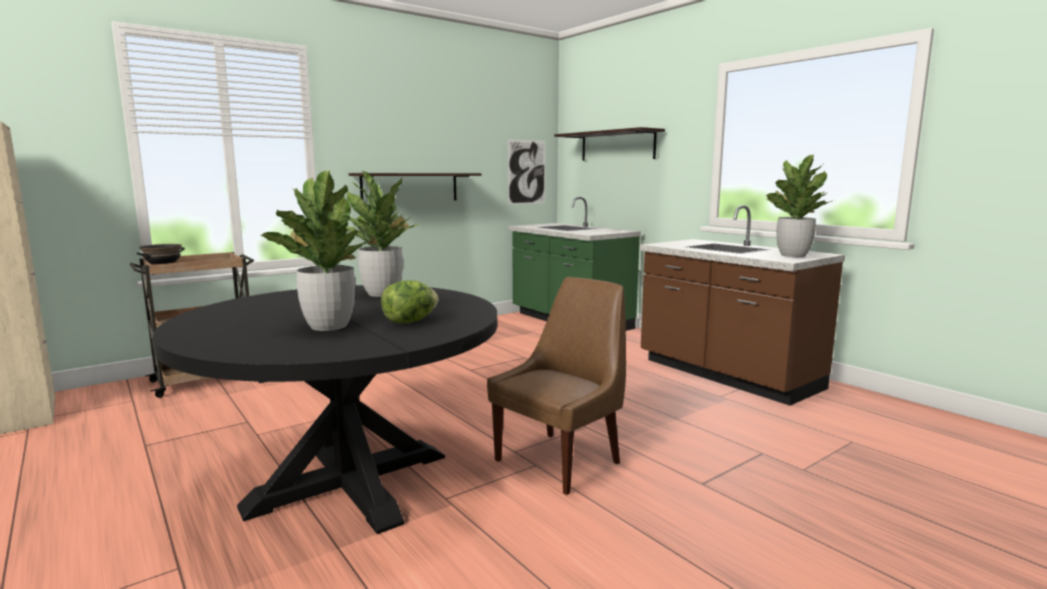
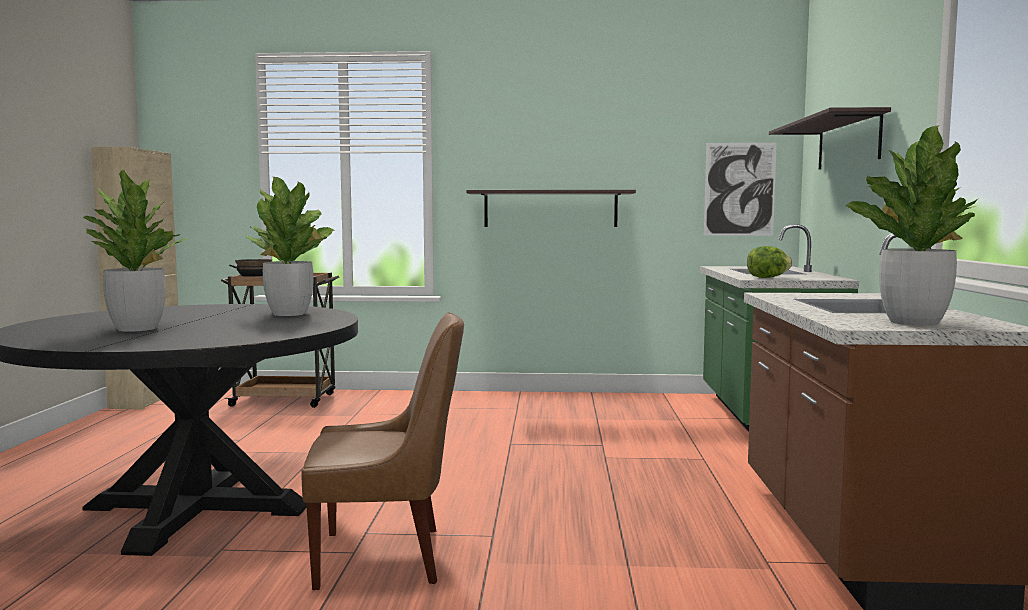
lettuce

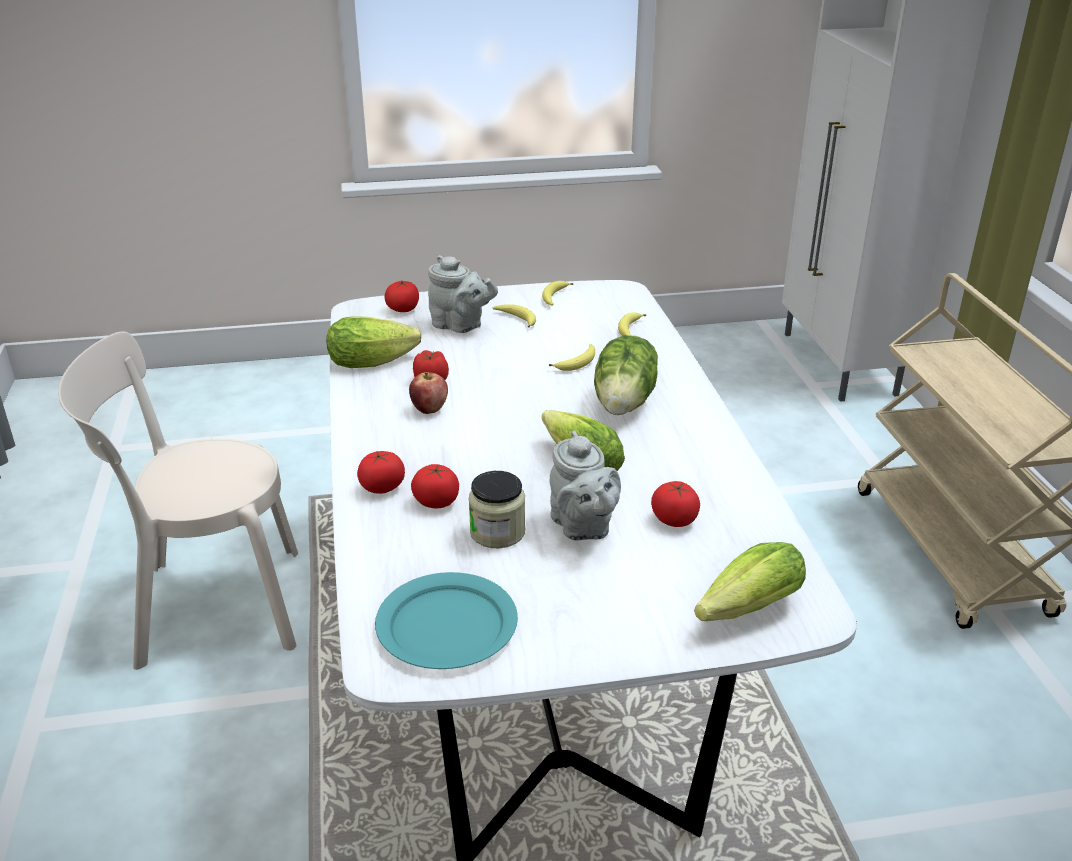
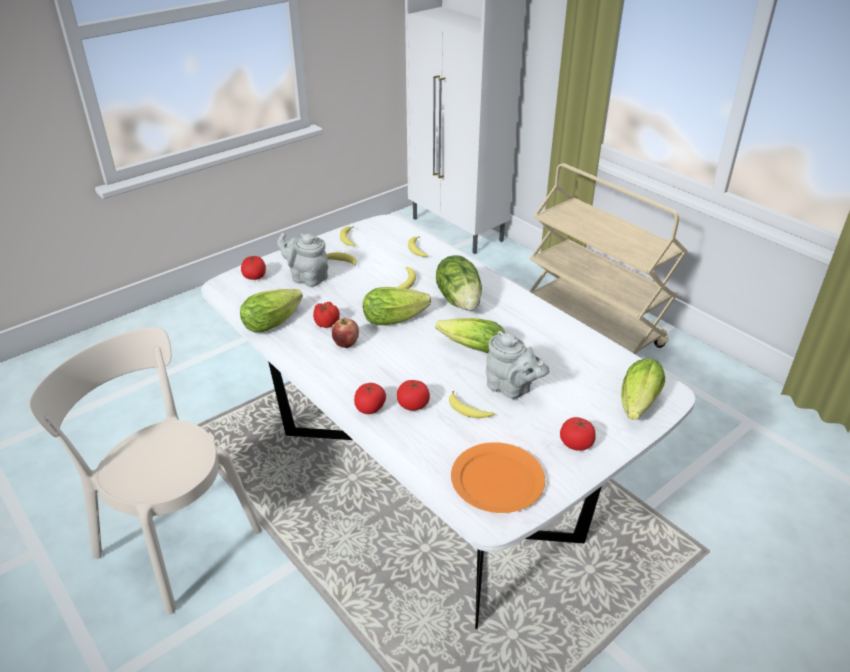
beige_chair
grey_teapot (1st from left)
lettuce (2nd from left)
banana (5th from left)
orange_plate
tomato (5th from left)

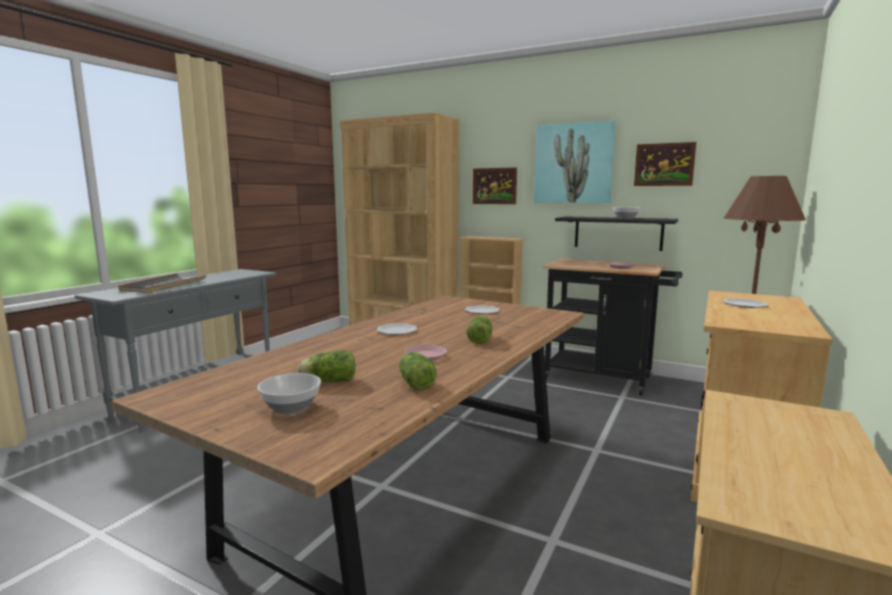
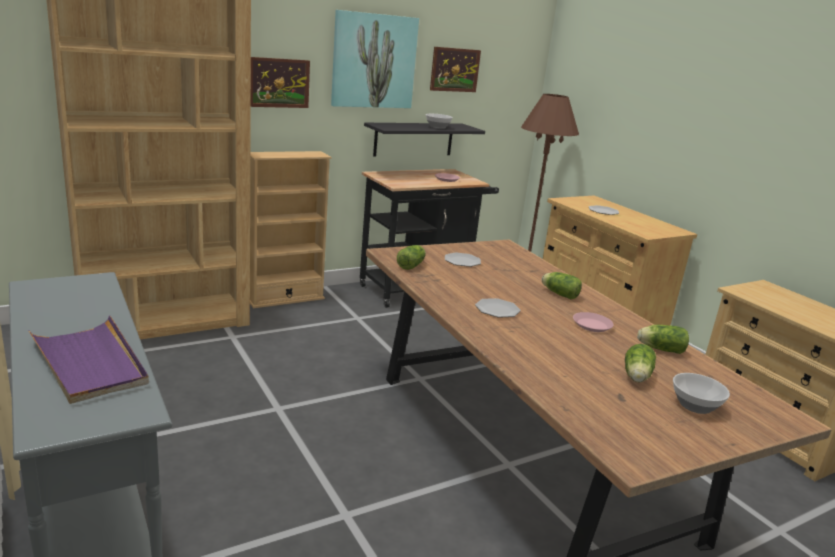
purple_tray
lettuce (1st from left)

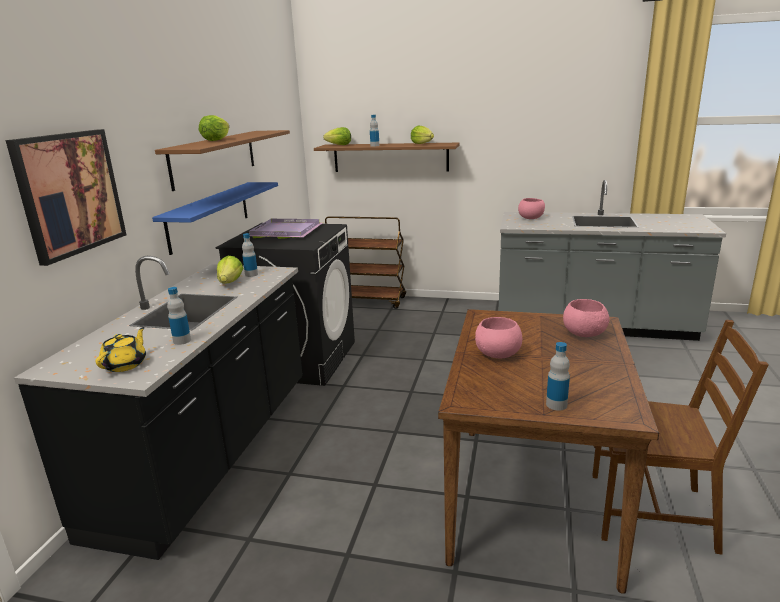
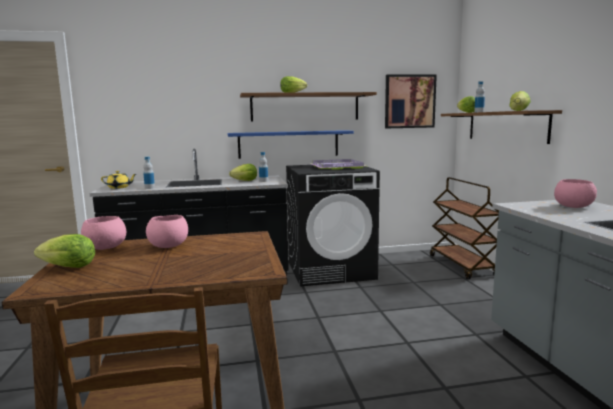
lettuce (1st from left)
pink_bowl (1st from left)
picture

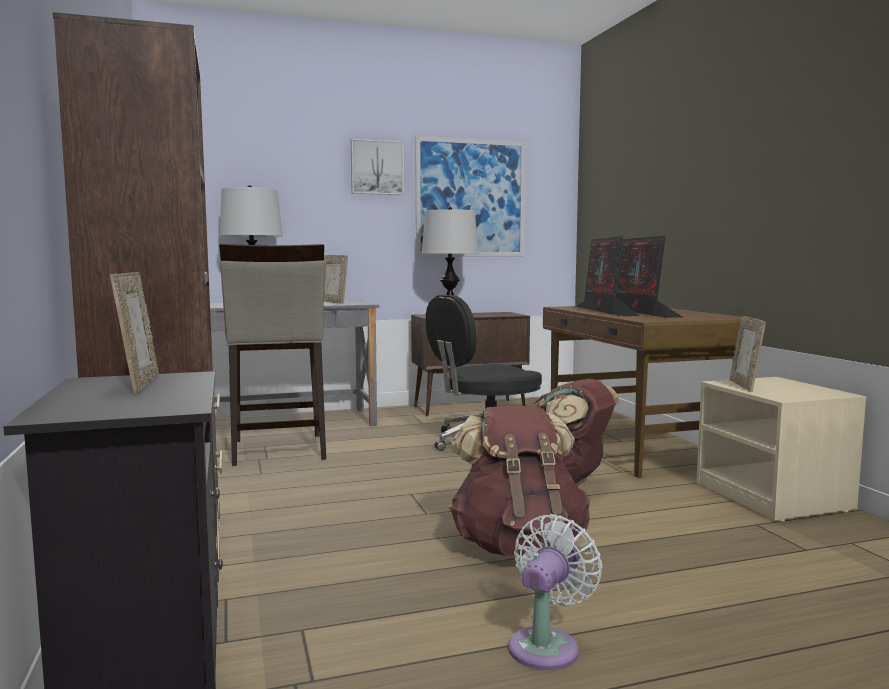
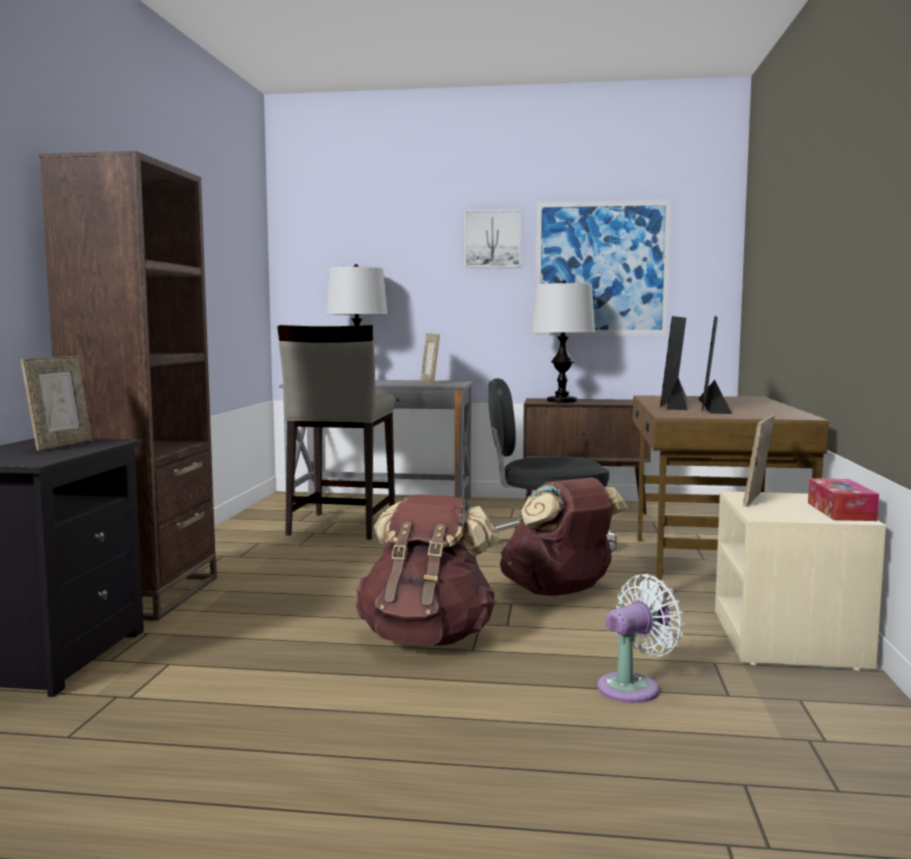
white_fan
tissue_box

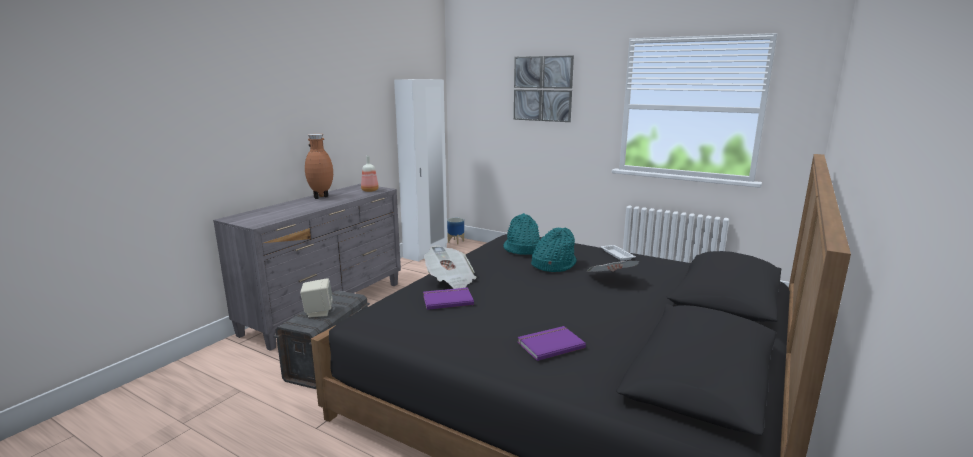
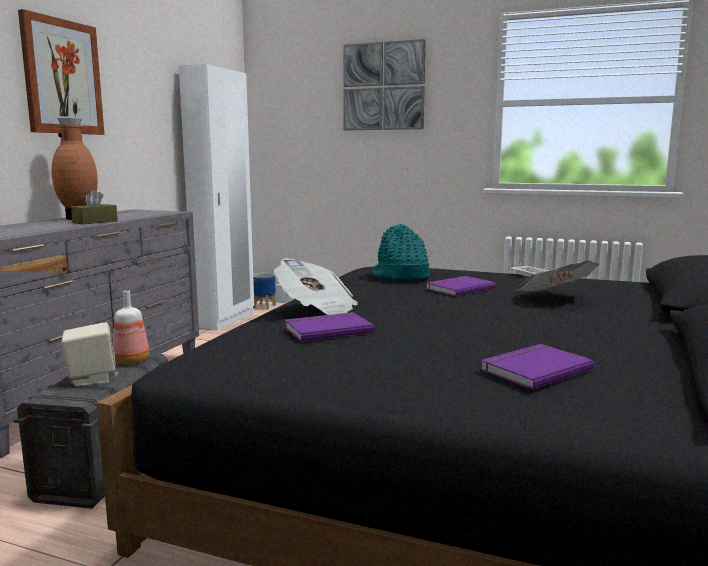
picture (1st from left)
brown_tissue_box
bottle
purple_book (2nd from left)

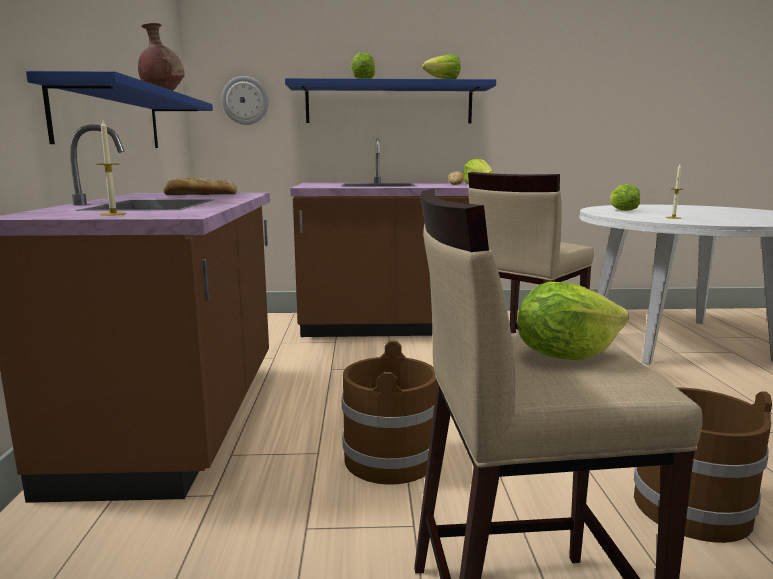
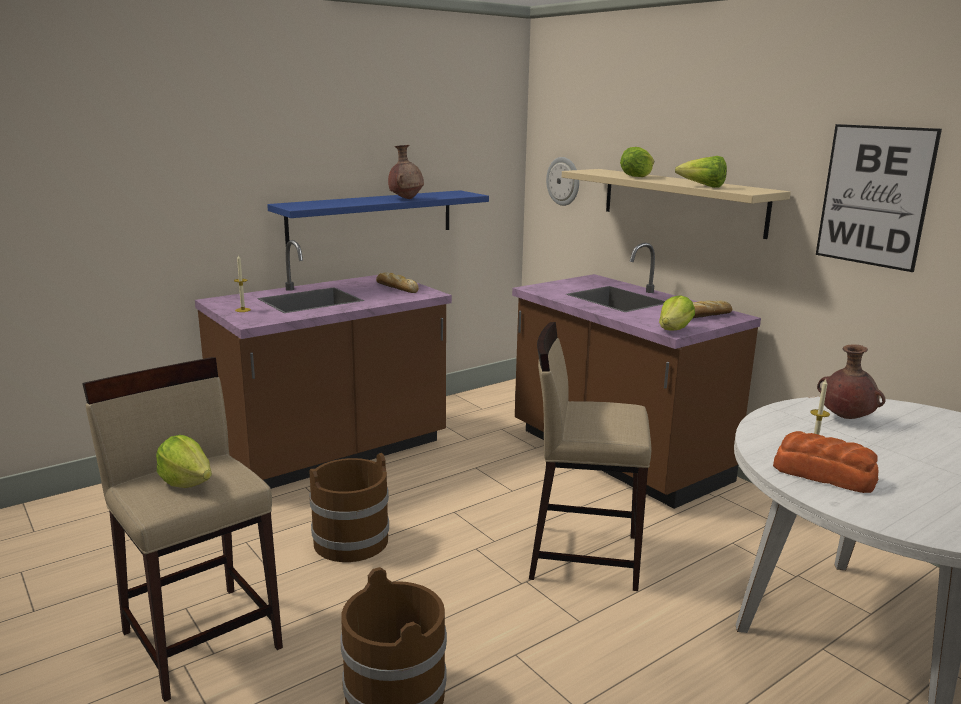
beige_shelf
bread (3rd from left)
picture
brown_vase (2nd from left)

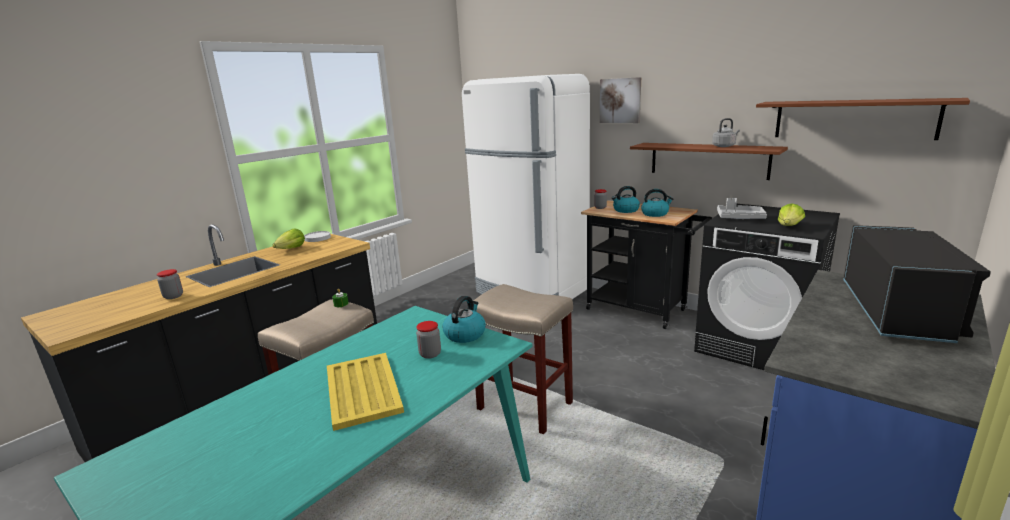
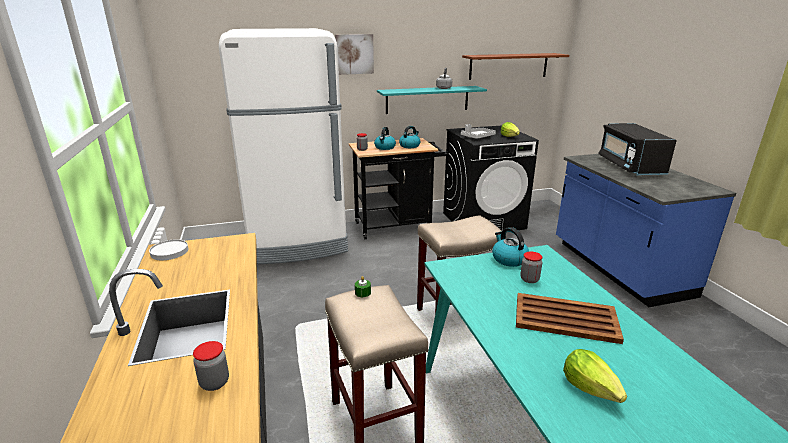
turquoise_shelf
brown_tray
lettuce (2nd from left)
black_microwave

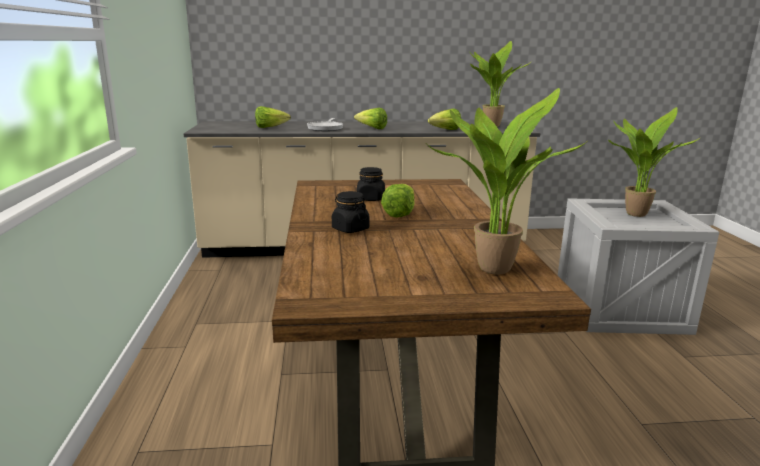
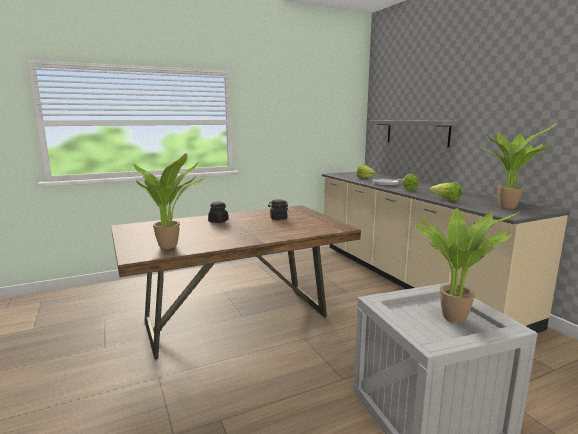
grey_shelf
lettuce (3rd from left in the first image)

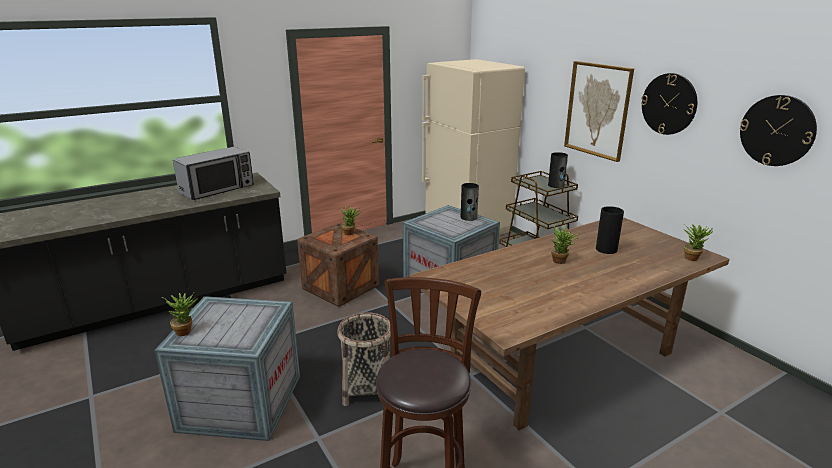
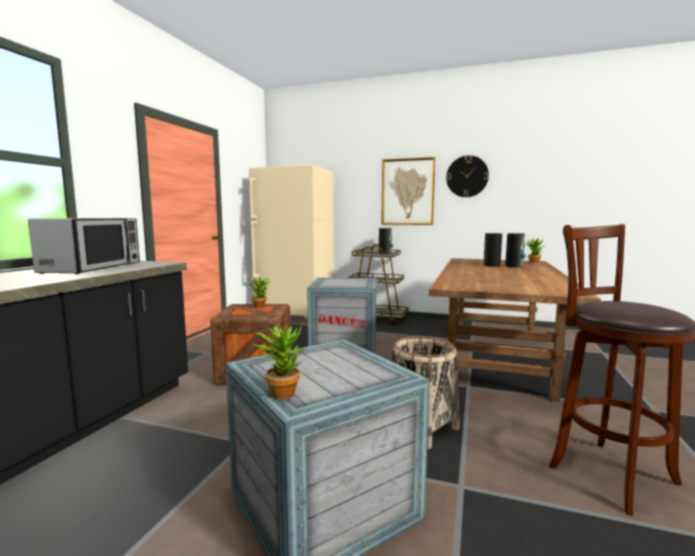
vase (3rd from left)
potted_plant (3rd from left in the first image)
wall_clock (2nd from left in the first image)

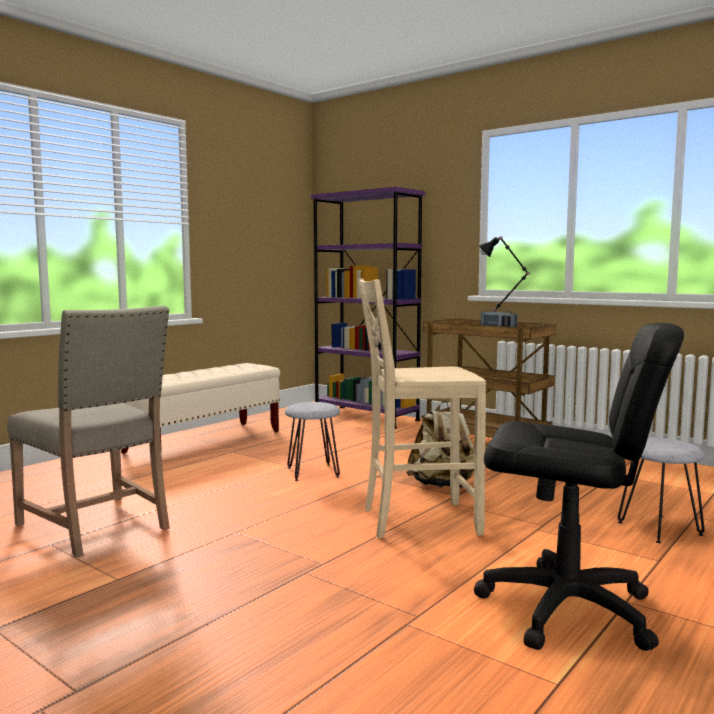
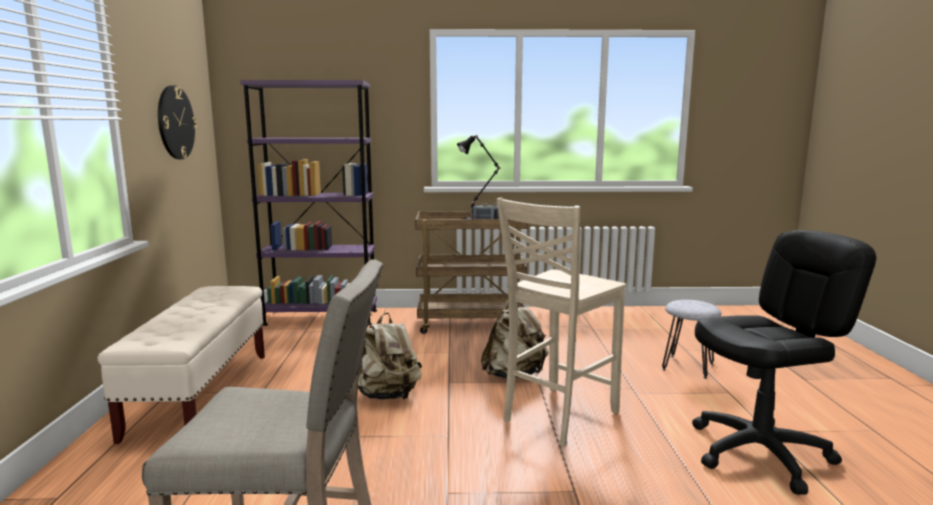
wall_clock
beige_backpack (1st from left)

